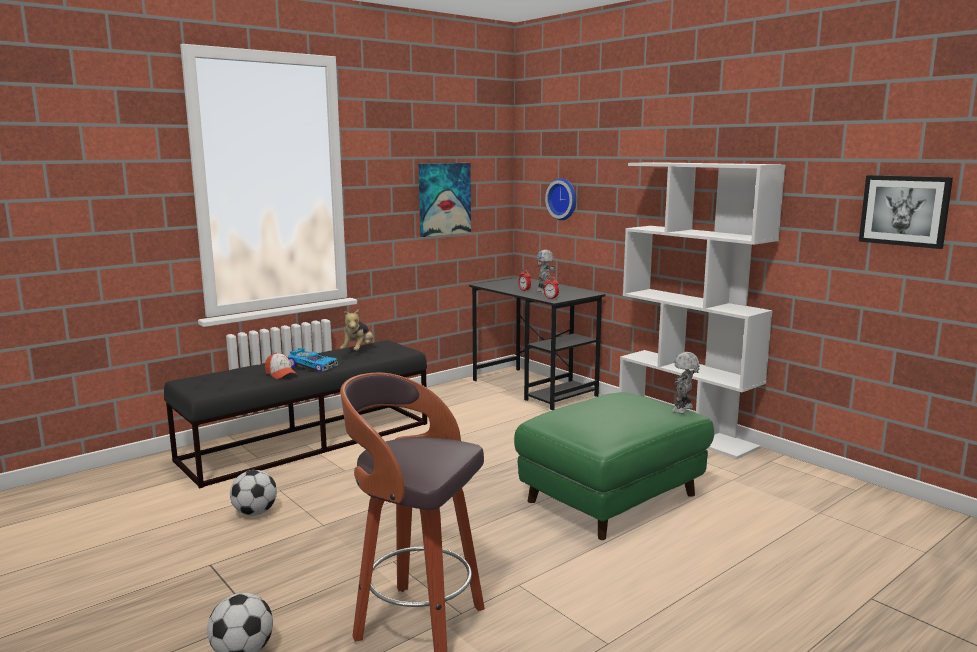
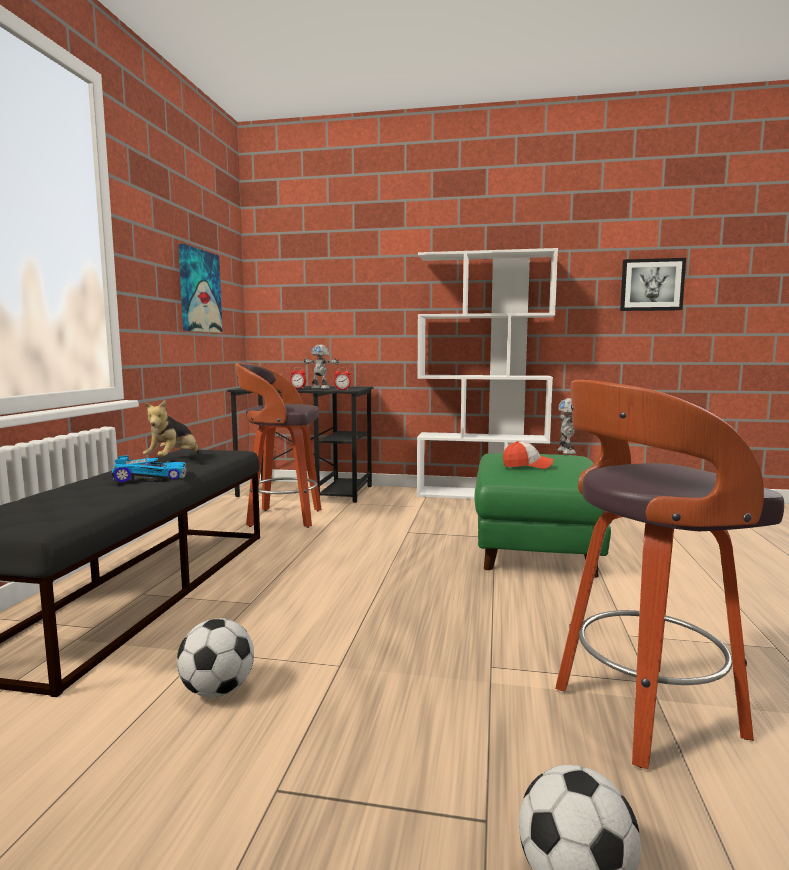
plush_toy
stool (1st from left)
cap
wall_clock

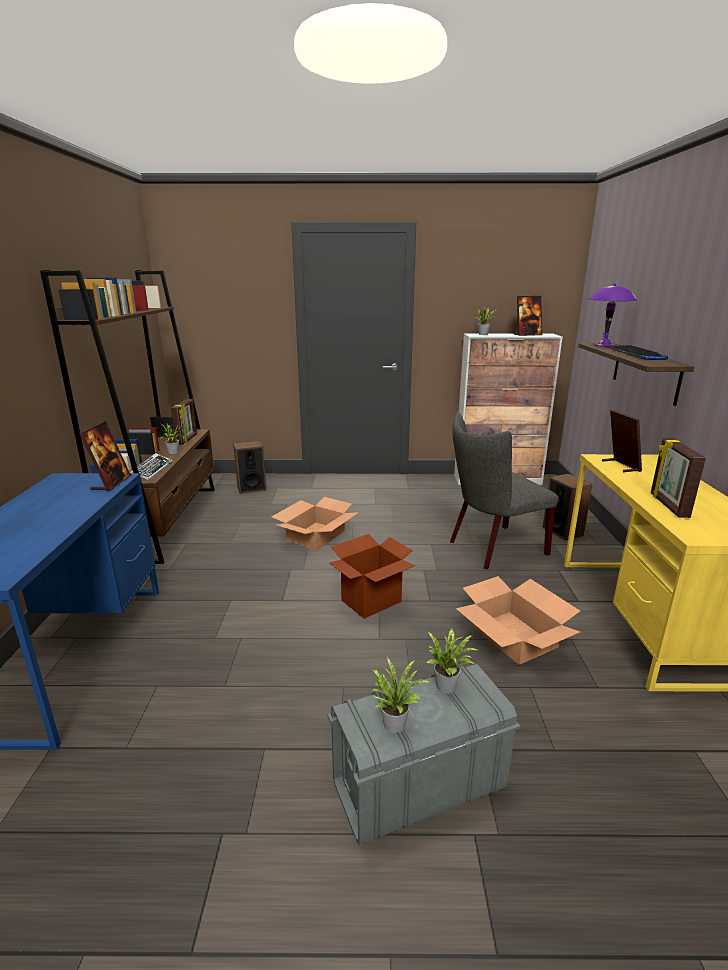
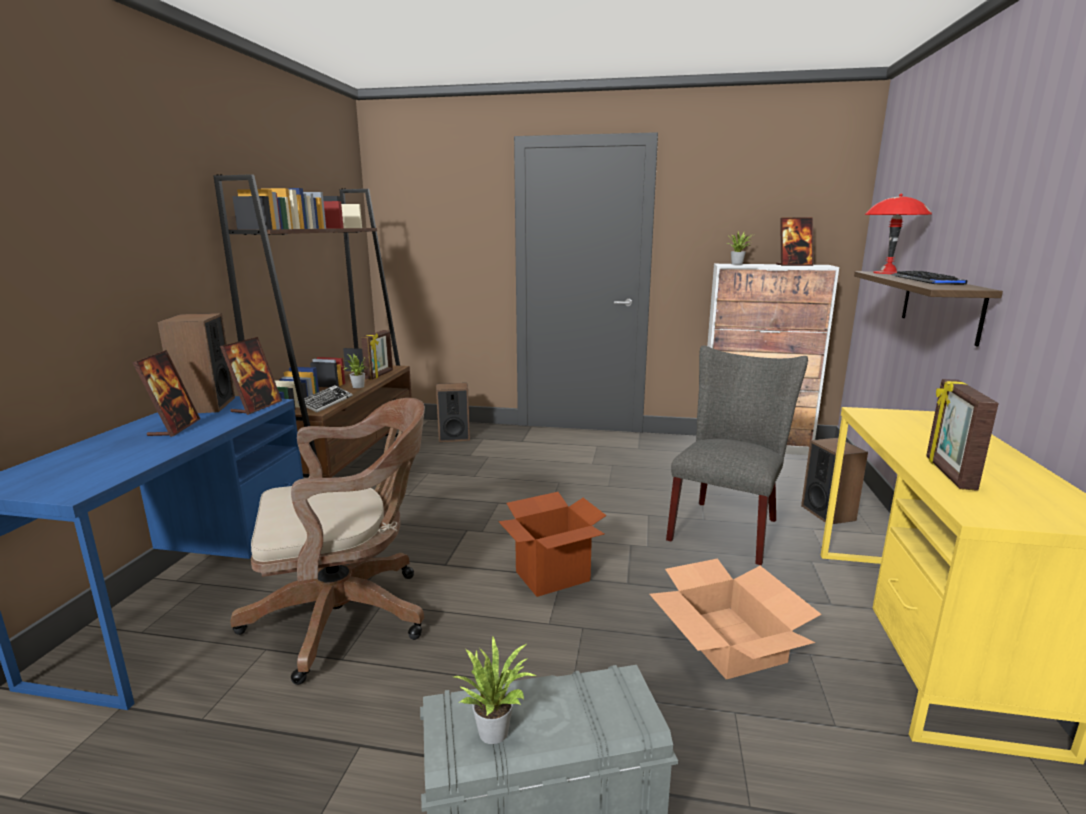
picture_frame (1st from left)
speaker (1st from left)
brown_office_chair
grey_chair
red_table_lamp
cardboard_box (1st from left in the first image)
potted_plant (3rd from left in the first image)

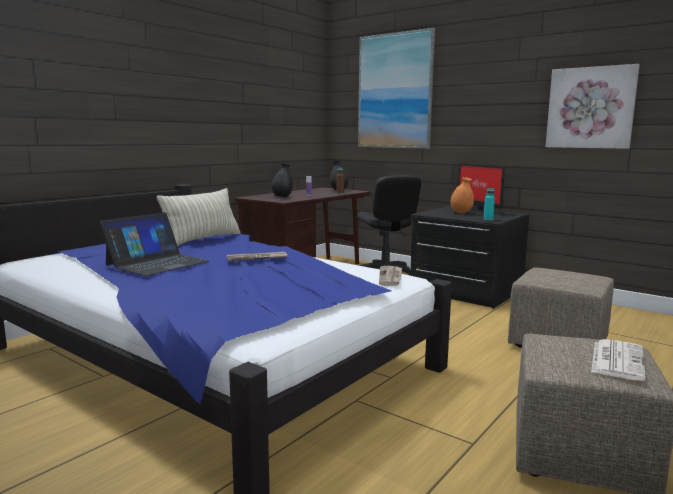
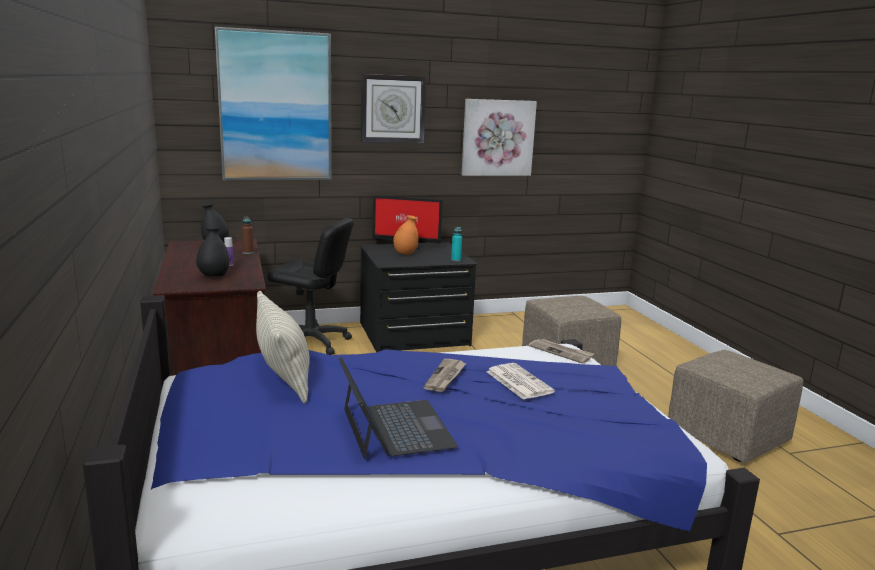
wall_clock
newspaper (2nd from left)

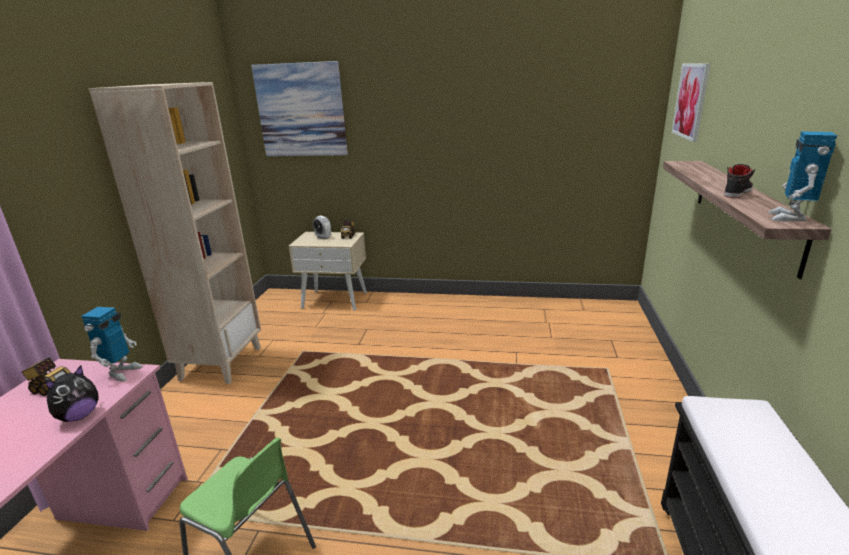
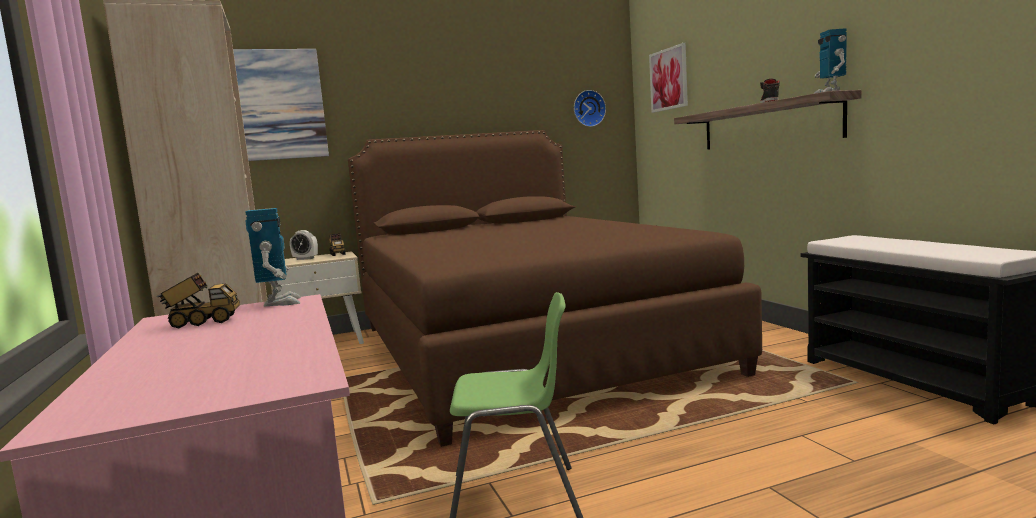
brown_bed
wall_clock
plush_toy

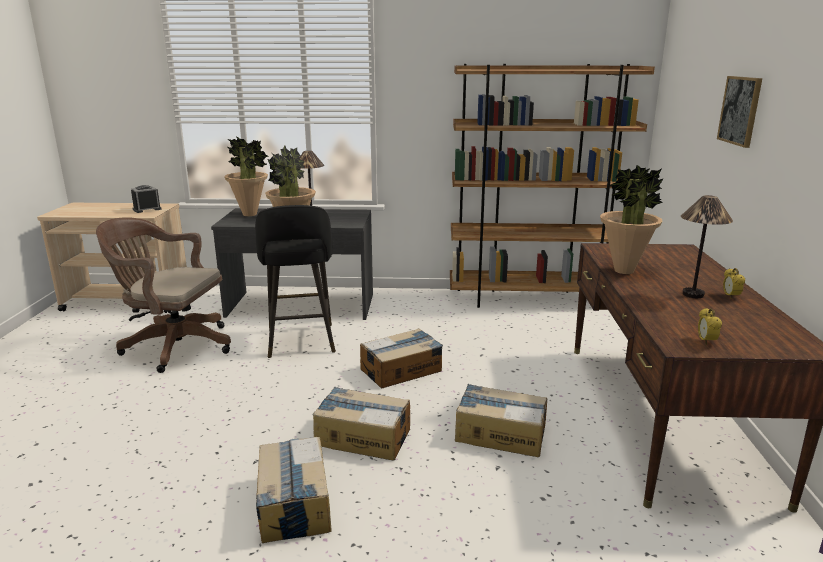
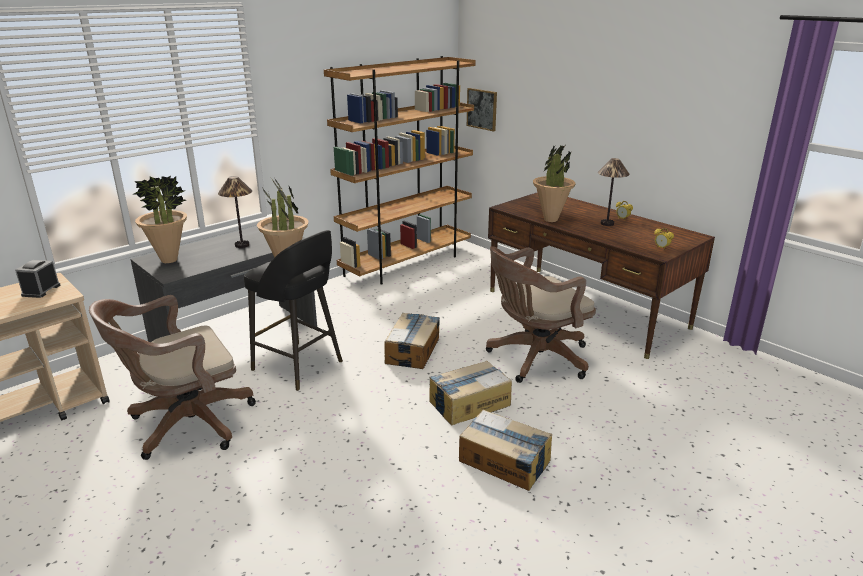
picture
brown_office_chair (2nd from left)

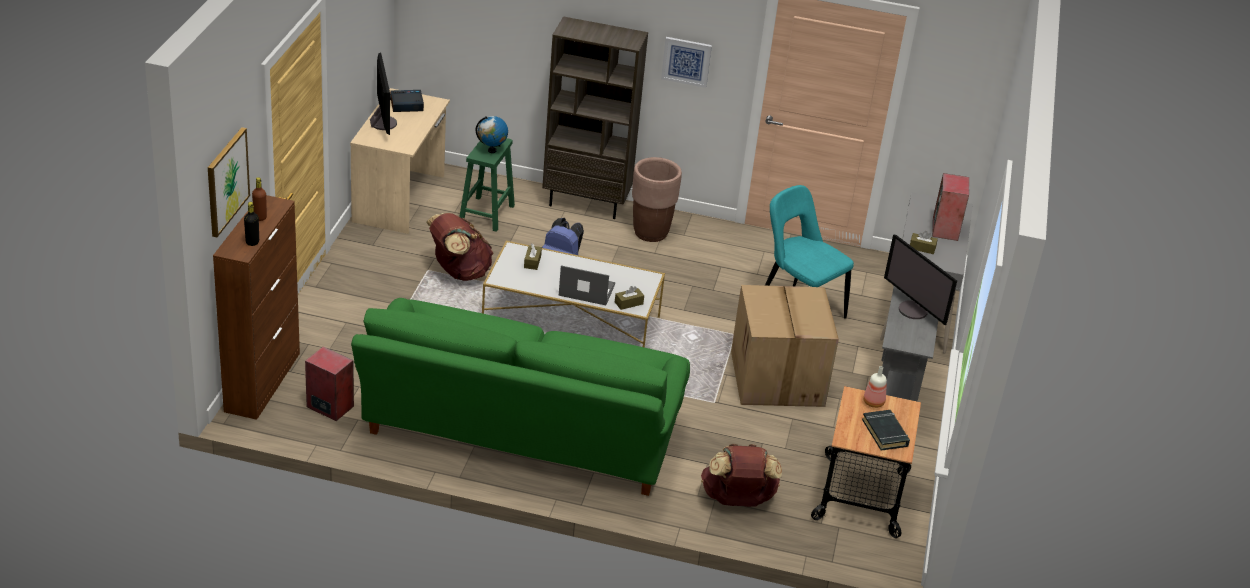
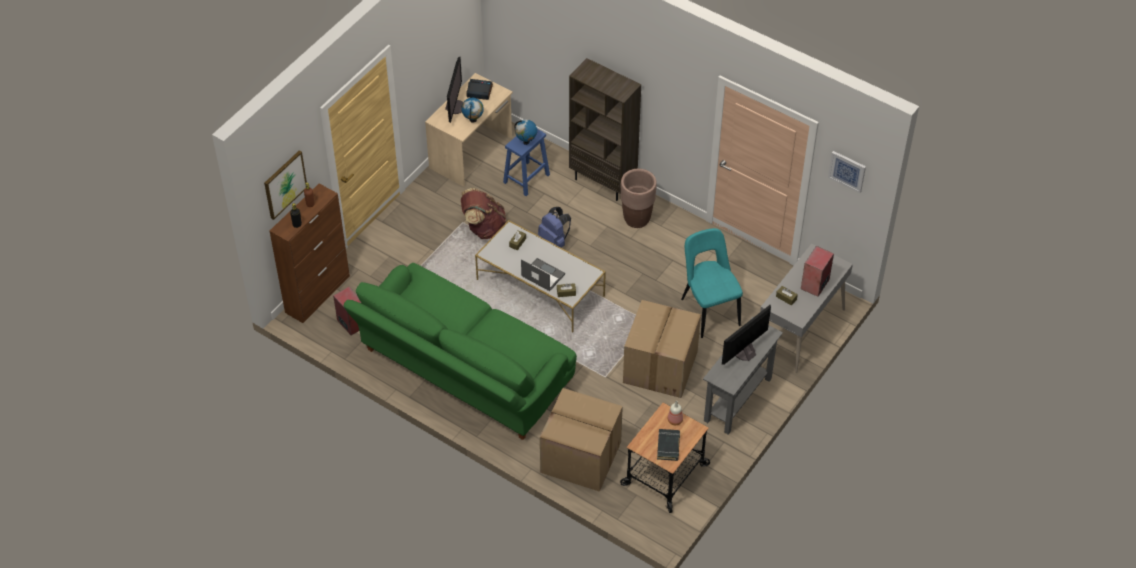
globe (1st from left)
blue_stool
cardboard_box (1st from left)
monitor (2nd from left)
picture (2nd from left)

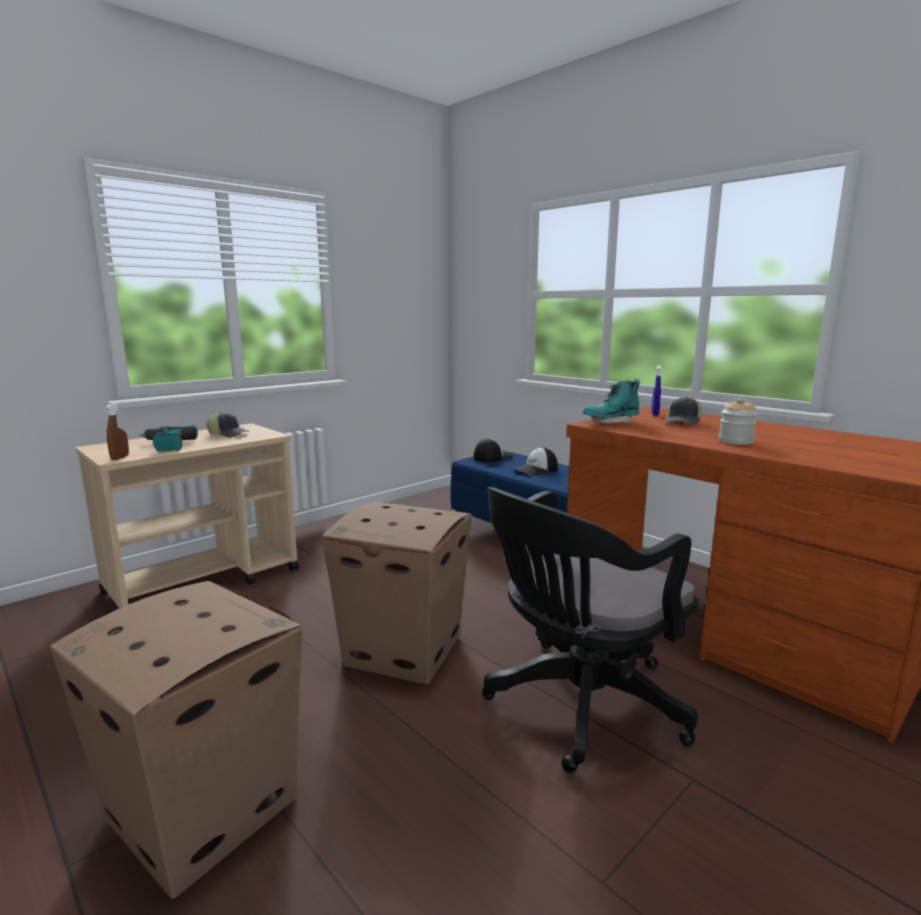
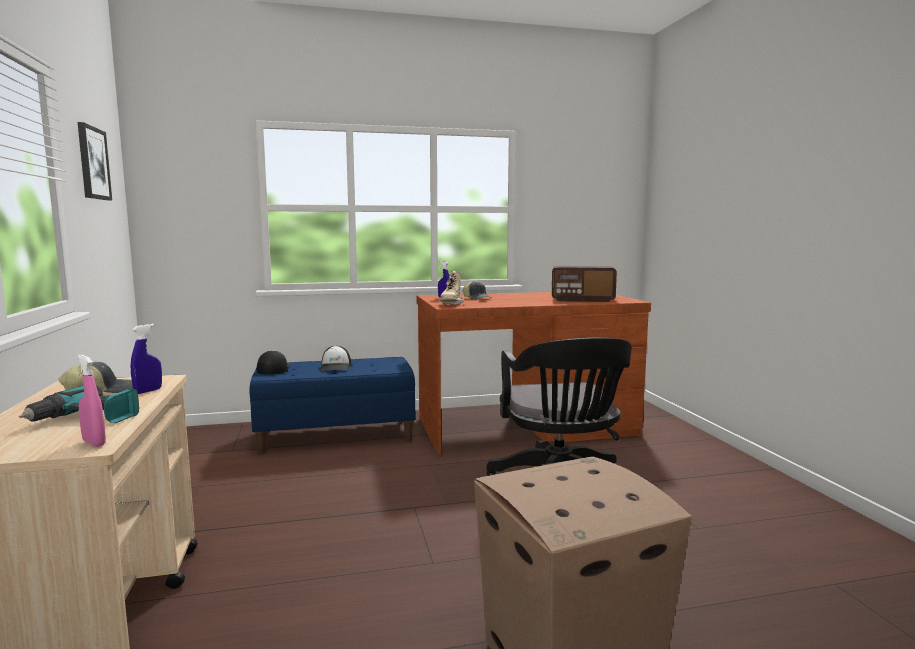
pink_spray_bottle
picture
blue_spray_bottle (1st from left)
beige_boot
radio
cardboard_box (2nd from left in the first image)
jar

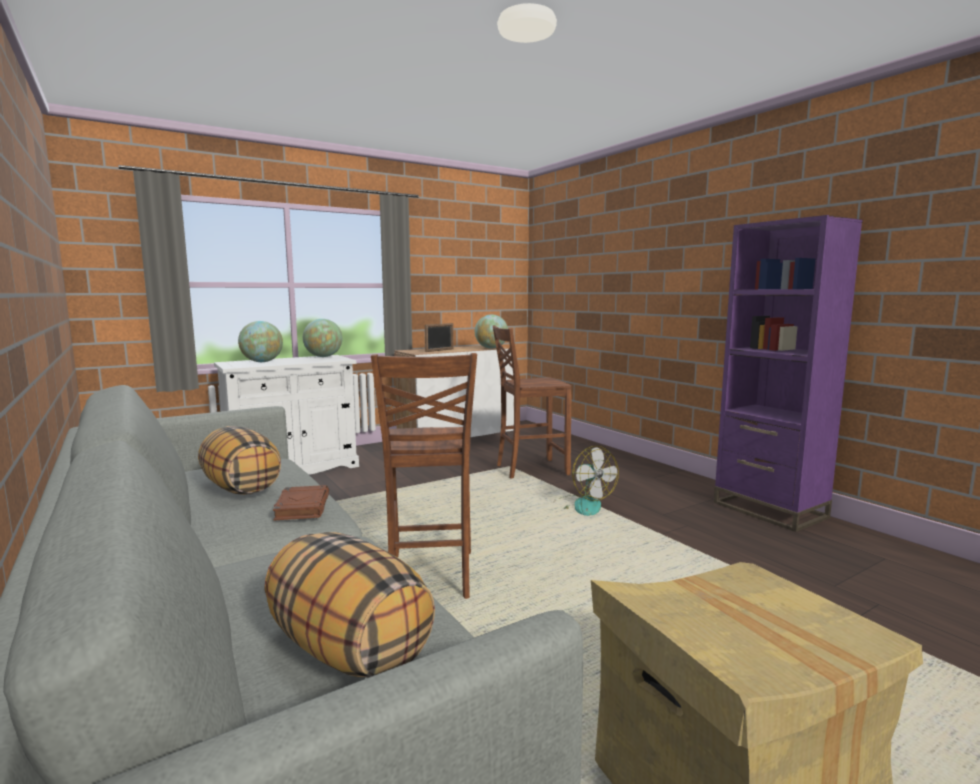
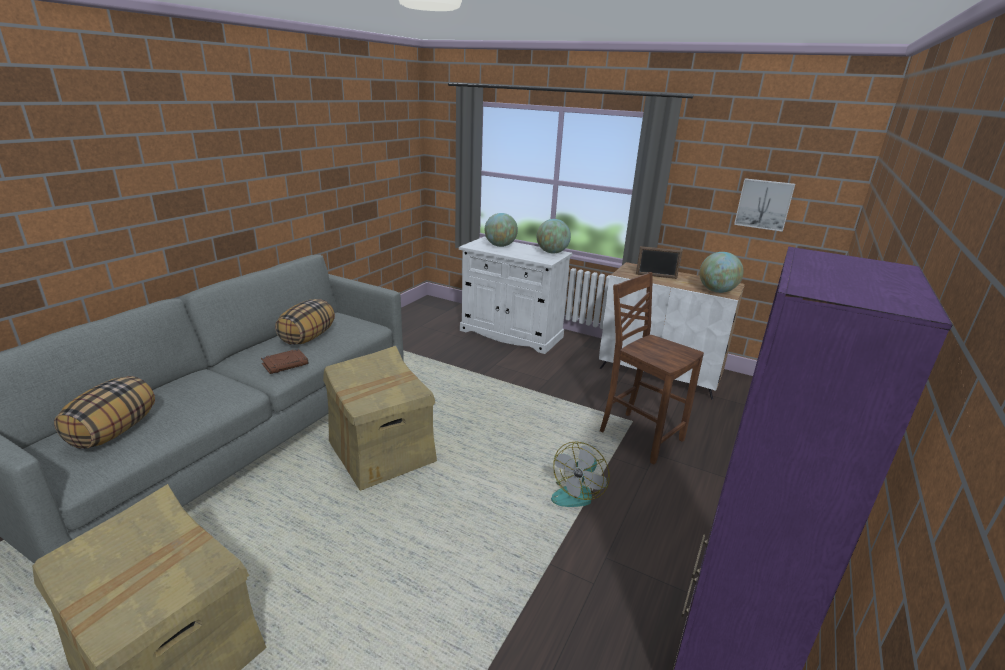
cardboard_box (2nd from left)
picture

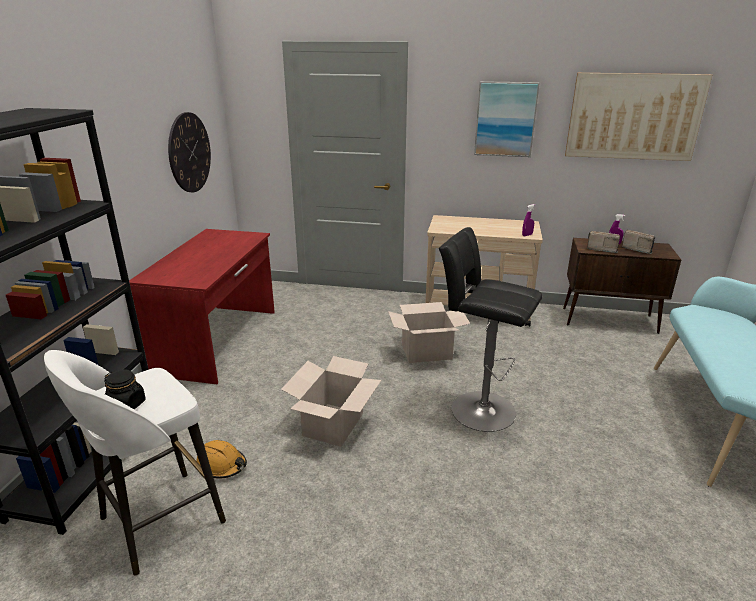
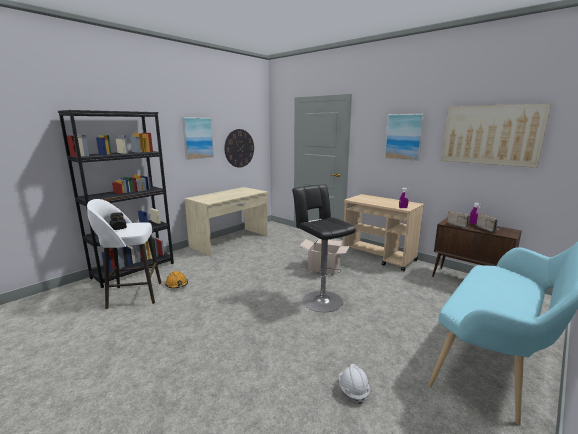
picture (1st from left)
beige_desk
white_hard_hat
cardboard_box (1st from left in the first image)

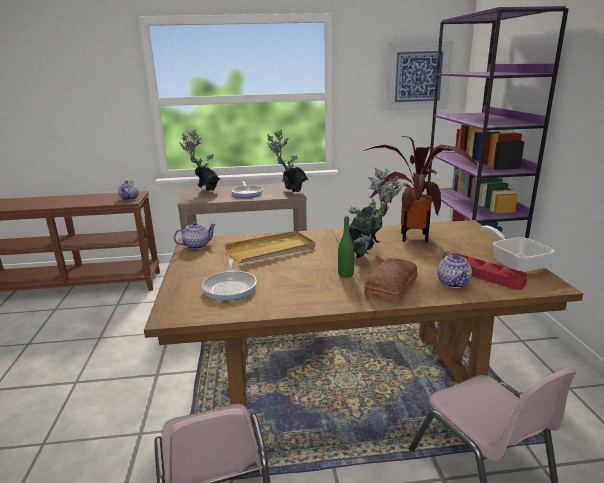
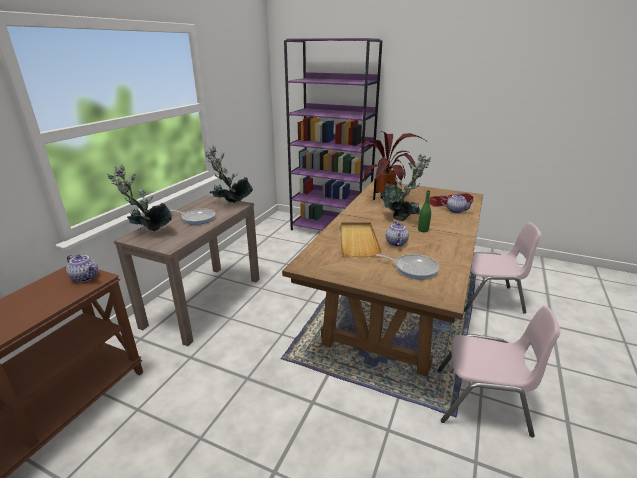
teapot (2nd from left)
bread
picture
frying_pan (3rd from left in the first image)

